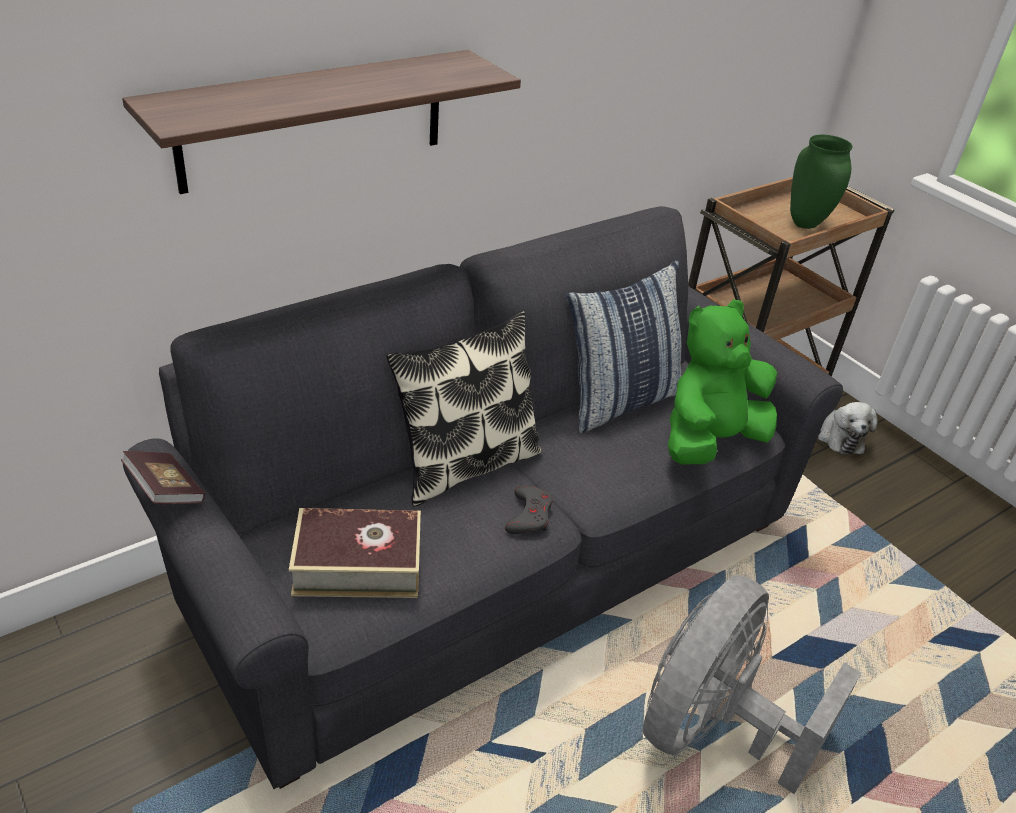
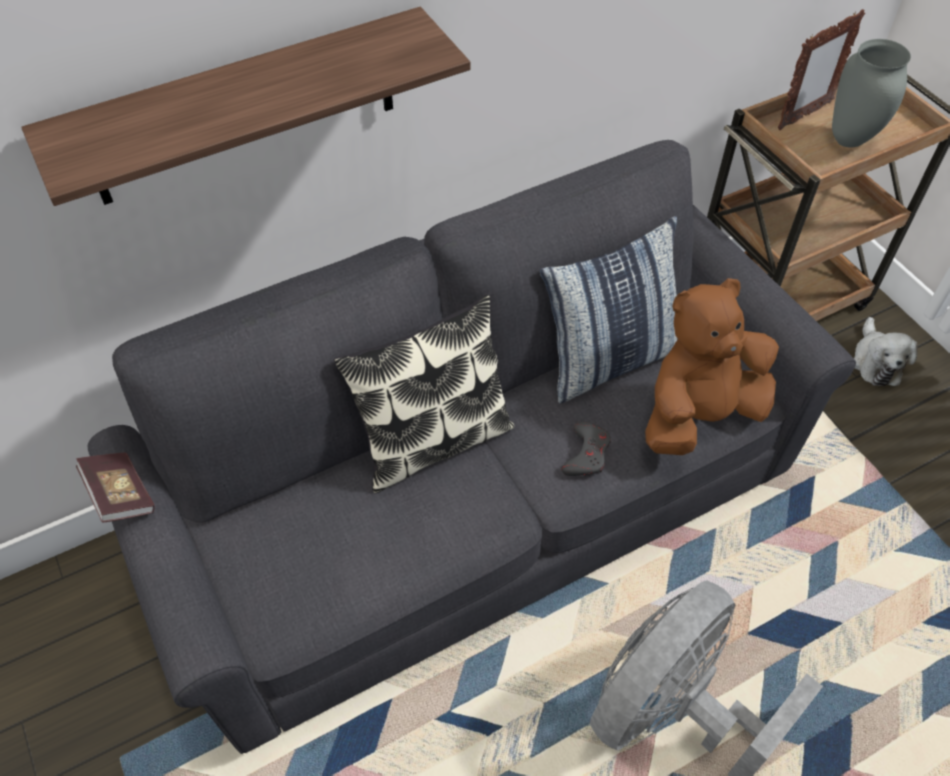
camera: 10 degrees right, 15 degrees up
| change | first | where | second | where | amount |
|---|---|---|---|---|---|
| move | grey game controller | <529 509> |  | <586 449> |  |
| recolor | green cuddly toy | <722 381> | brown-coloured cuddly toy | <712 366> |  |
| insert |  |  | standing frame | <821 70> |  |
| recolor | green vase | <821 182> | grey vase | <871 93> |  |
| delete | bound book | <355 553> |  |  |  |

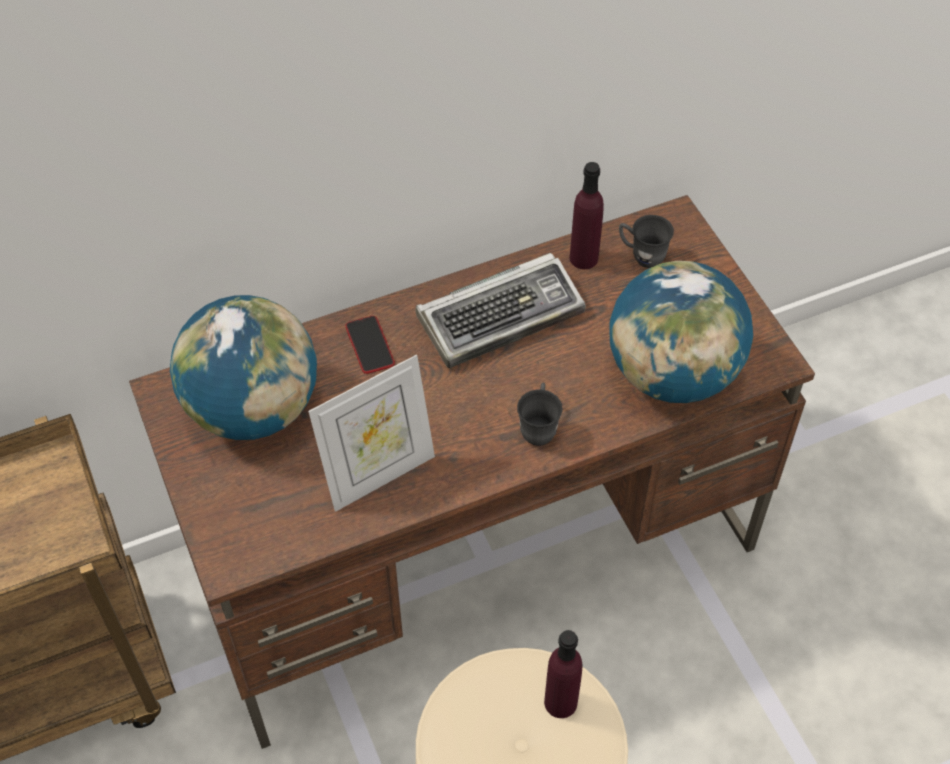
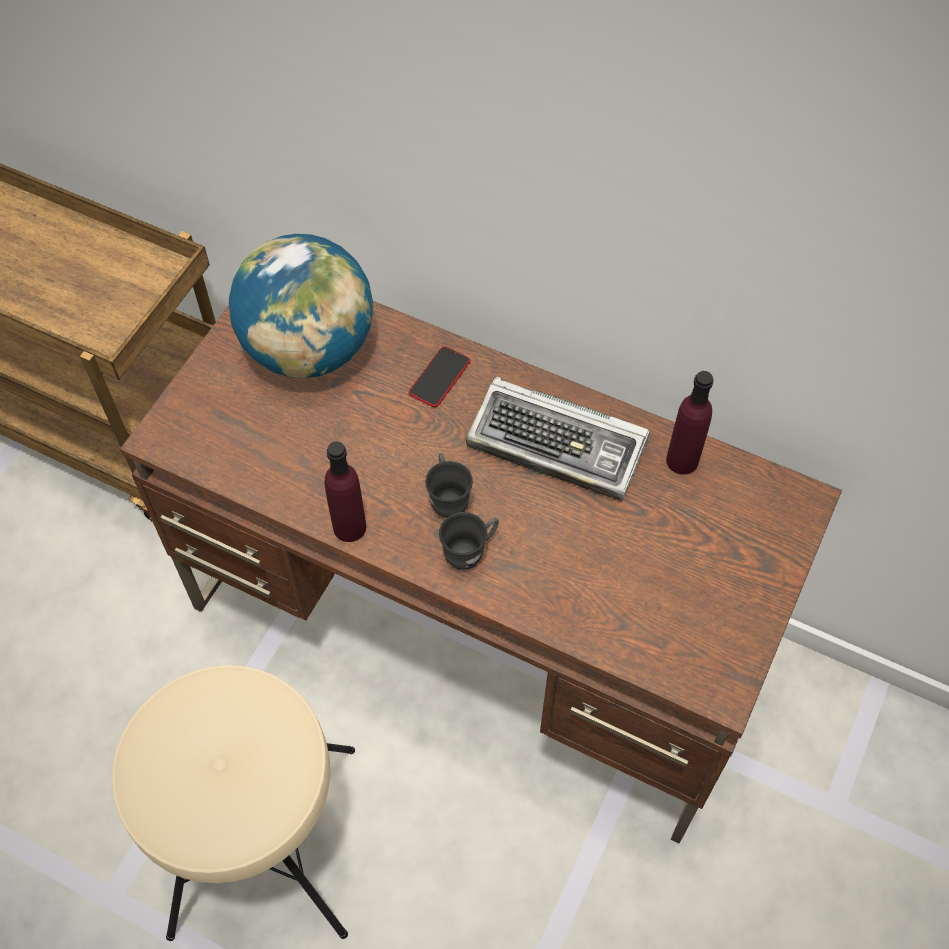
camera: 50 degrees right, 5 degrees up
| change | first | where | second | where | amount |
|---|---|---|---|---|---|
| move | purple-coloured beverage bottle | <563 674> |  | <345 491> |  |
| move | grey coffee mug | <646 241> |  | <449 485> |  |
| delete | standing frame | <371 433> |  |  |  |
| delete | globe | <681 332> |  |  |  |

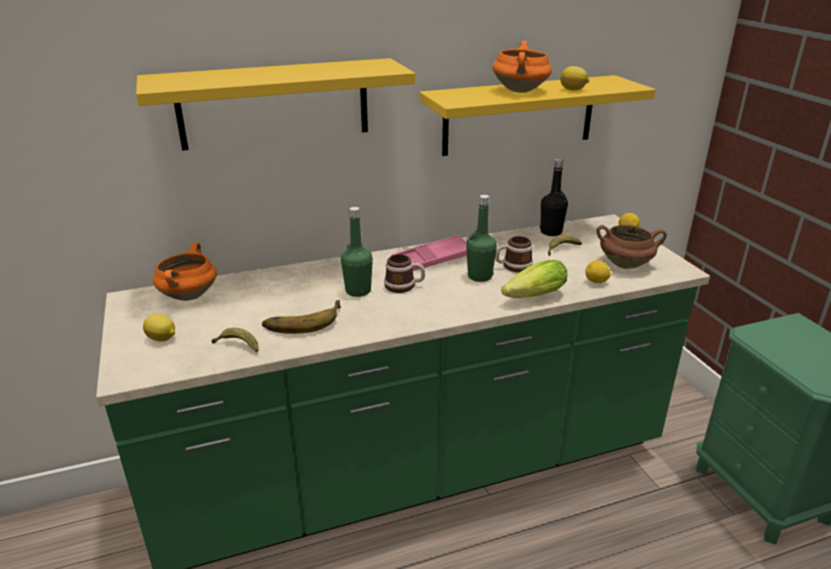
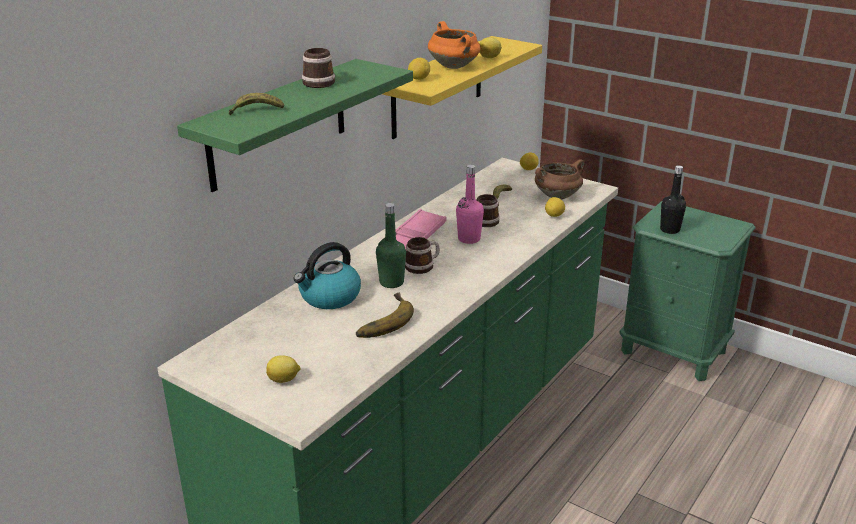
camera: 35 degrees left, 0 degrees up
| change | first | where | second | where | amount |
|---|---|---|---|---|---|
| recolor | yellow bracket shelf | <275 104> | green bracket shelf | <295 125> |  |
| move | whole banana | <235 340> |  | <256 104> |  |
| insert |  |  | kettle | <327 275> |  |
| insert |  |  | coffee mug | <318 68> |  |
| insert |  |  | citrus fruit | <419 69> |  |
| recolor | green beverage bottle | <481 238> | pink beverage bottle | <470 204> |  |
| move | blackish beverage bottle | <554 197> |  | <673 199> |  |
| delete | orange-coloured cooking pot | <185 272> |  |  |  |
| delete | lettuce head | <534 279> |  |  |  |

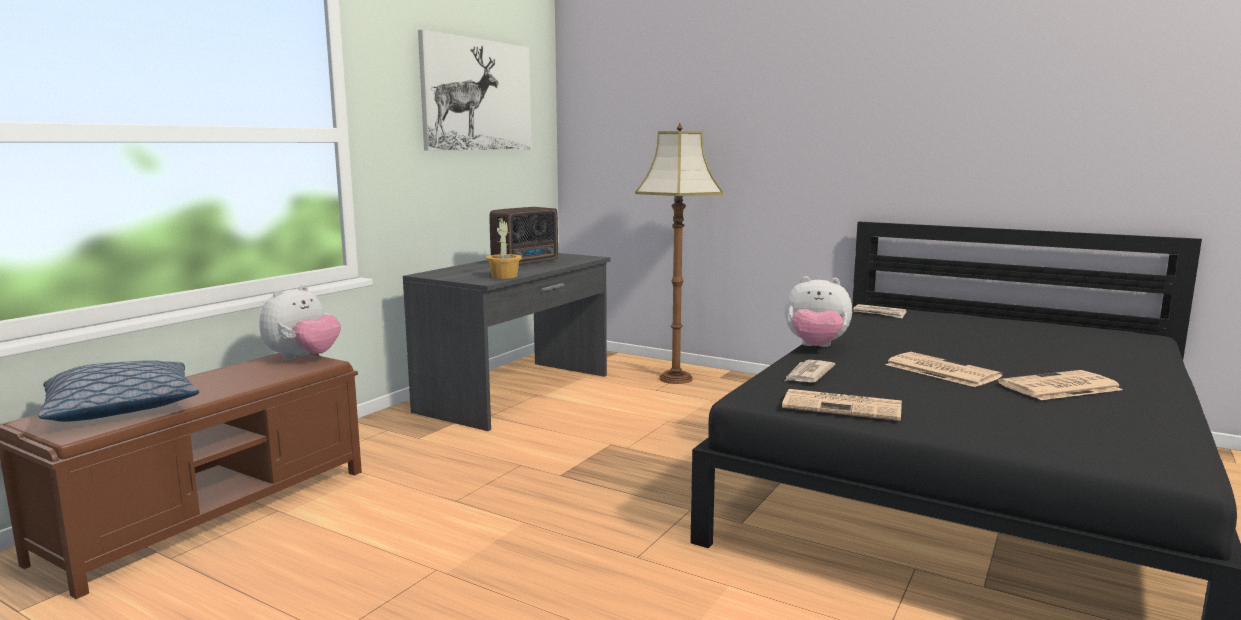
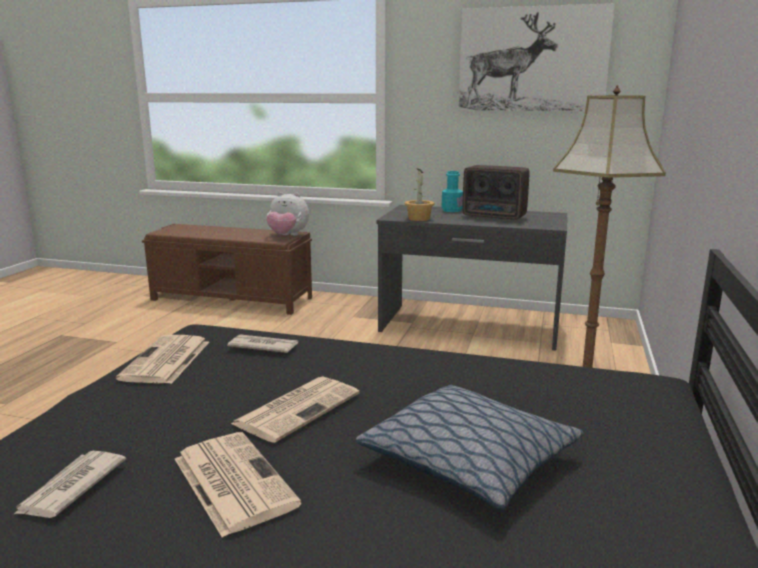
camera: 75 degrees right, 5 degrees up
| change | first | where | second | where | amount |
|---|---|---|---|---|---|
| move | printed paper | <879 311> |  | <70 484> |  |
| move | pillow | <118 391> |  | <469 447> |  |
| insert |  |  | blue-green beverage bottle | <452 191> |  |
| delete | cuddly toy | <818 311> |  |  |  |

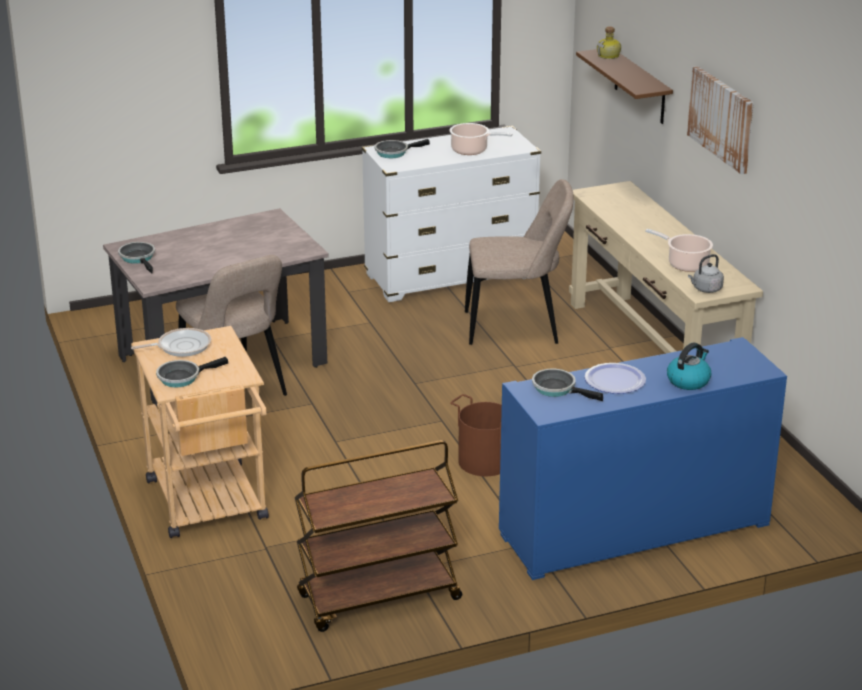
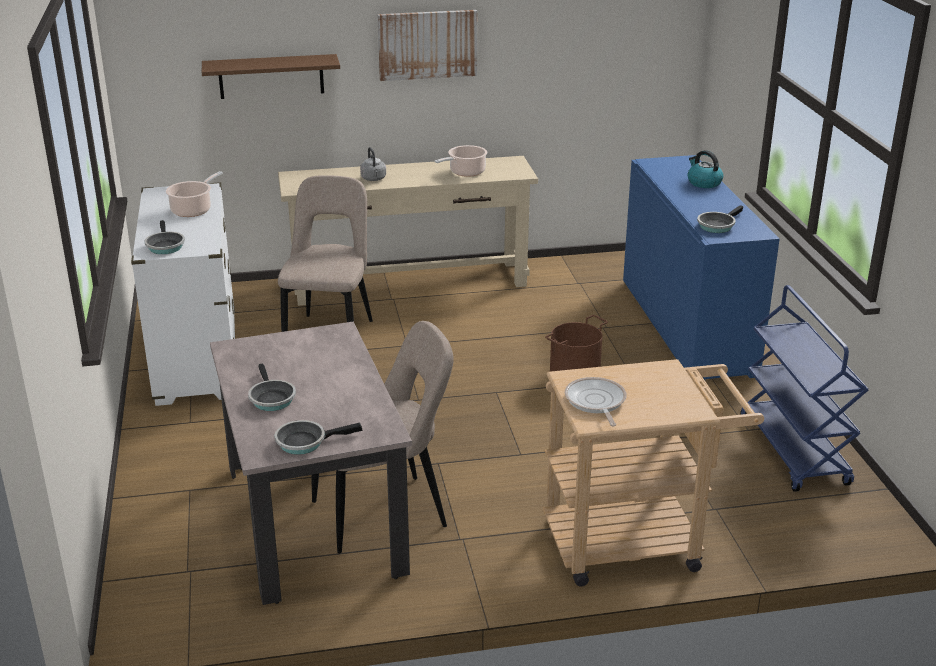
camera: 80 degrees left, 0 degrees up
| change | first | where | second | where | amount |
|---|---|---|---|---|---|
| move | skillet | <192 372> |  | <272 387> |  |
| move | grey kettle | <706 273> |  | <373 164> |  |
| recolor | brown-coloured trolley | <378 536> | blue trolley | <804 388> |  |
| delete | dinner plate | <615 378> |  |  |  |
| delete | beverage bottle | <609 42> |  |  |  |

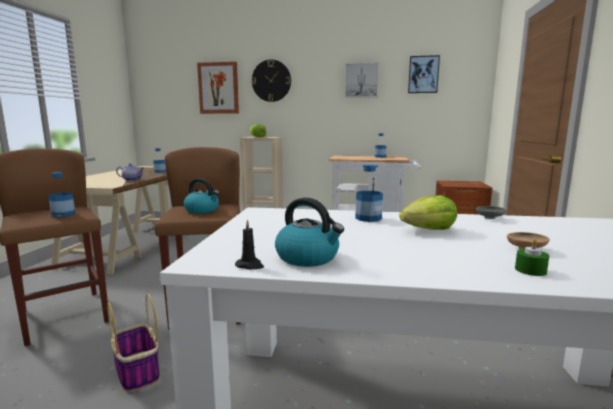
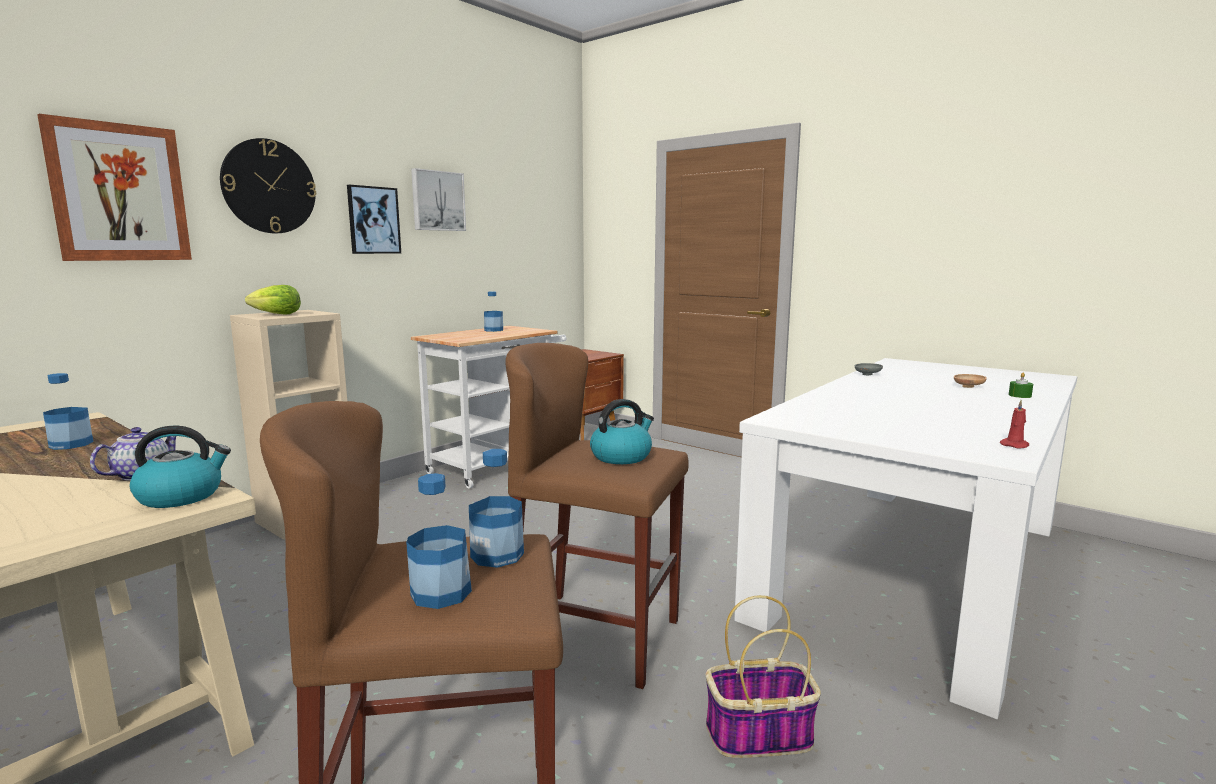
camera: 60 degrees left, 0 degrees up
| change | first | where | second | where | amount |
|---|---|---|---|---|---|
| move | kettle | <309 232> |  | <180 467> |  |
| move | picture | <424 74> |  | <374 219> |  |
| move | beverage bottle | <369 193> |  | <439 541> |  |
| recolor | blackish wax light | <249 244> | reddish wax light | <1014 424> |  |
| delete | lettuce head | <428 212> |  |  |  |

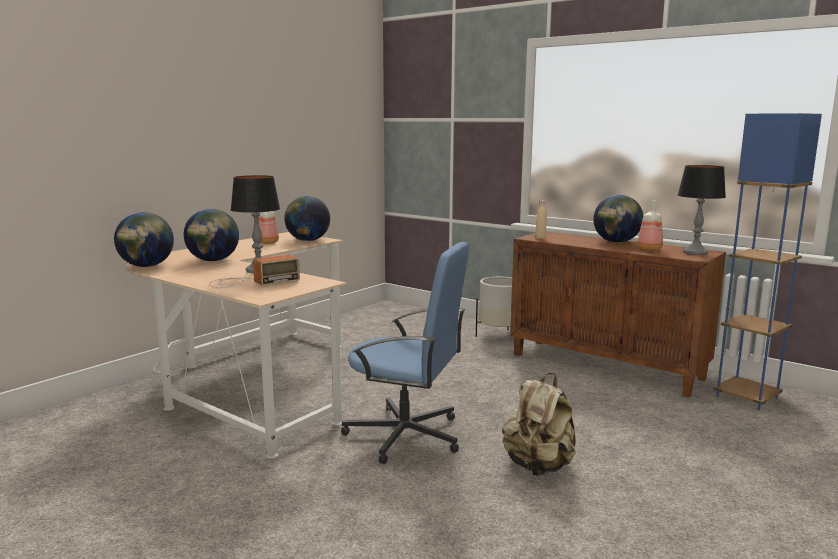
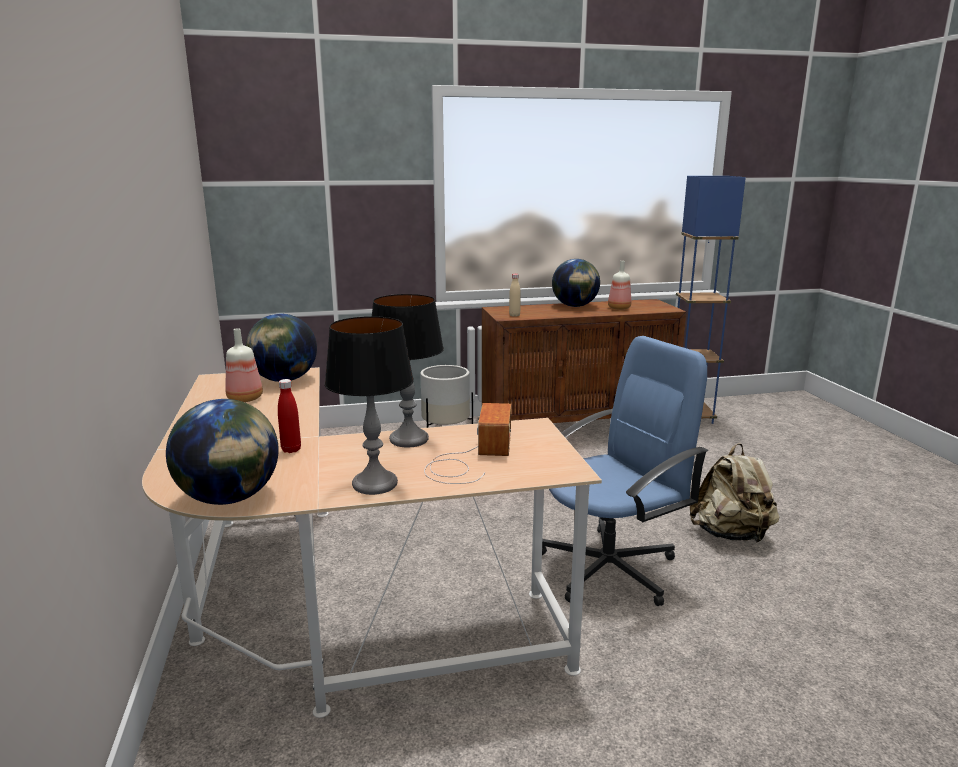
camera: 50 degrees left, 5 degrees up
| change | first | where | second | where | amount |
|---|---|---|---|---|---|
| replace | globe | <211 235> | reddish beverage bottle | <289 416> |  |
| move | table lamp | <702 210> |  | <369 405> |  |

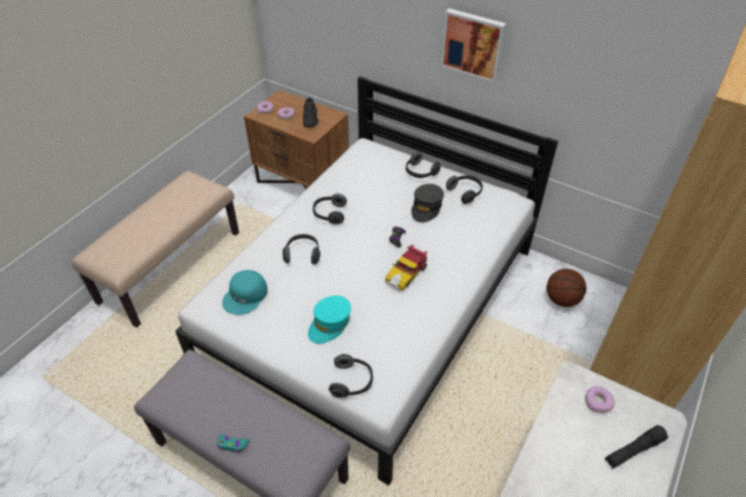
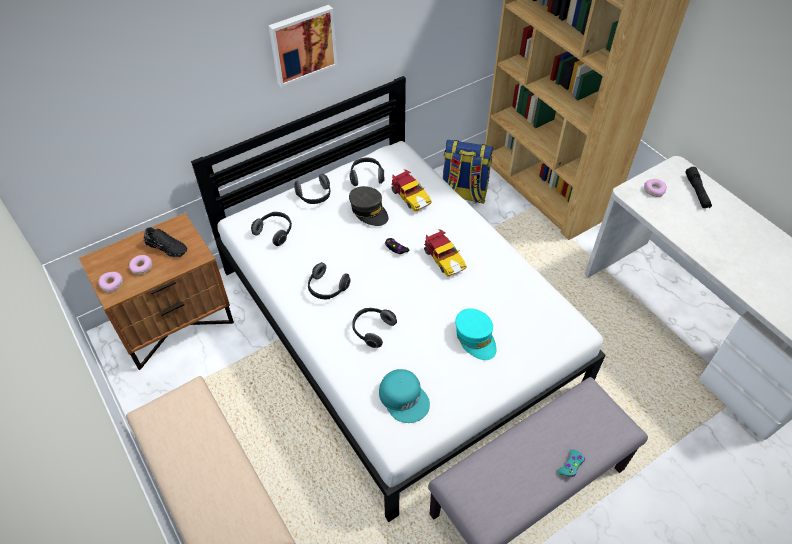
camera: 65 degrees left, 5 degrees up
| change | first | where | second | where | amount |
|---|---|---|---|---|---|
| move | pair of headphones | <351 376> |  | <271 229> |  |
| insert |  |  | miniature car | <411 190> |  |
| replace | ball for basketball | <566 288> | backpack | <467 172> |  |

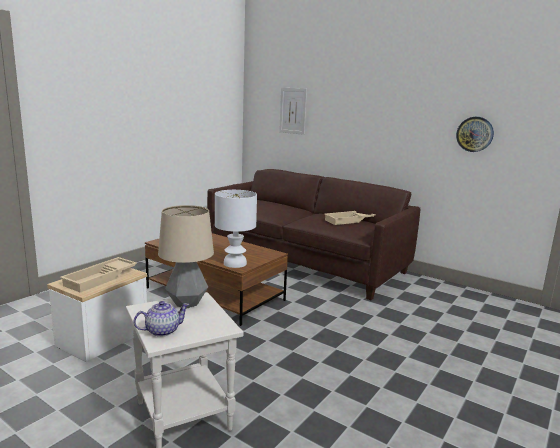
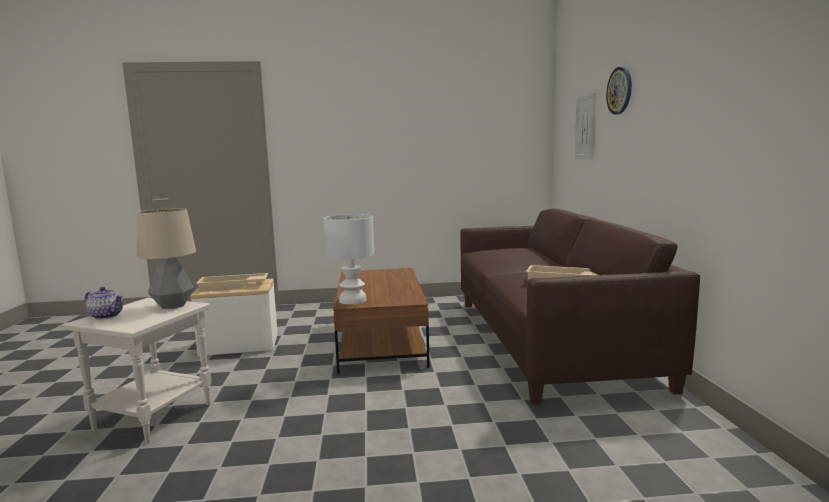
camera: 50 degrees right, 5 degrees down
| change | first | where | second | where | amount |
|---|---|---|---|---|---|
| move | clock on the wall | <475 134> |  | <619 90> |  |

